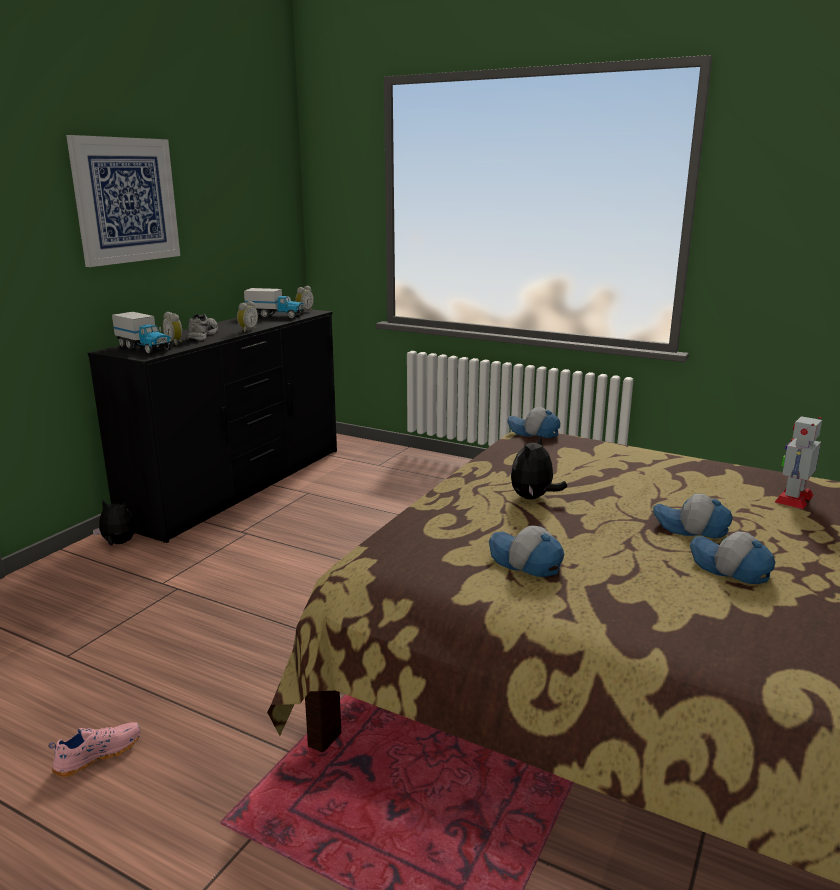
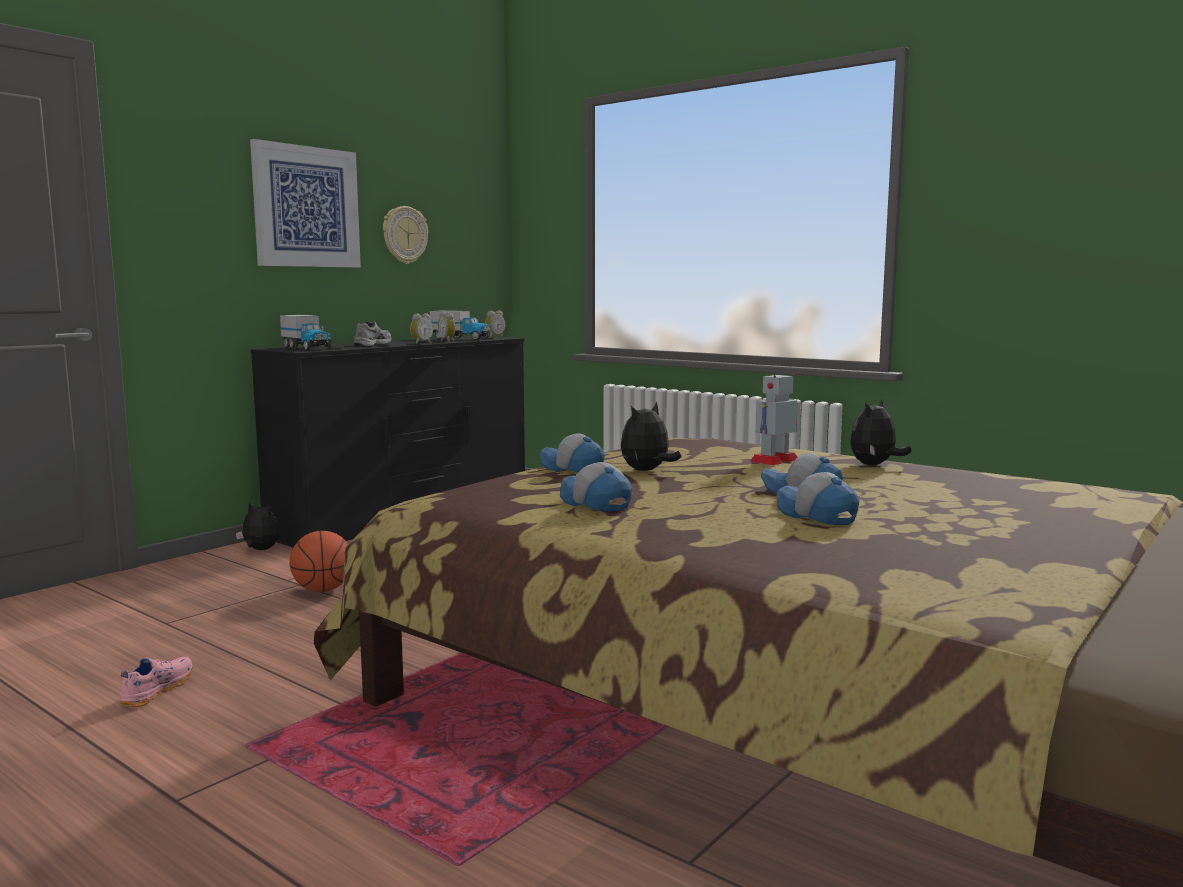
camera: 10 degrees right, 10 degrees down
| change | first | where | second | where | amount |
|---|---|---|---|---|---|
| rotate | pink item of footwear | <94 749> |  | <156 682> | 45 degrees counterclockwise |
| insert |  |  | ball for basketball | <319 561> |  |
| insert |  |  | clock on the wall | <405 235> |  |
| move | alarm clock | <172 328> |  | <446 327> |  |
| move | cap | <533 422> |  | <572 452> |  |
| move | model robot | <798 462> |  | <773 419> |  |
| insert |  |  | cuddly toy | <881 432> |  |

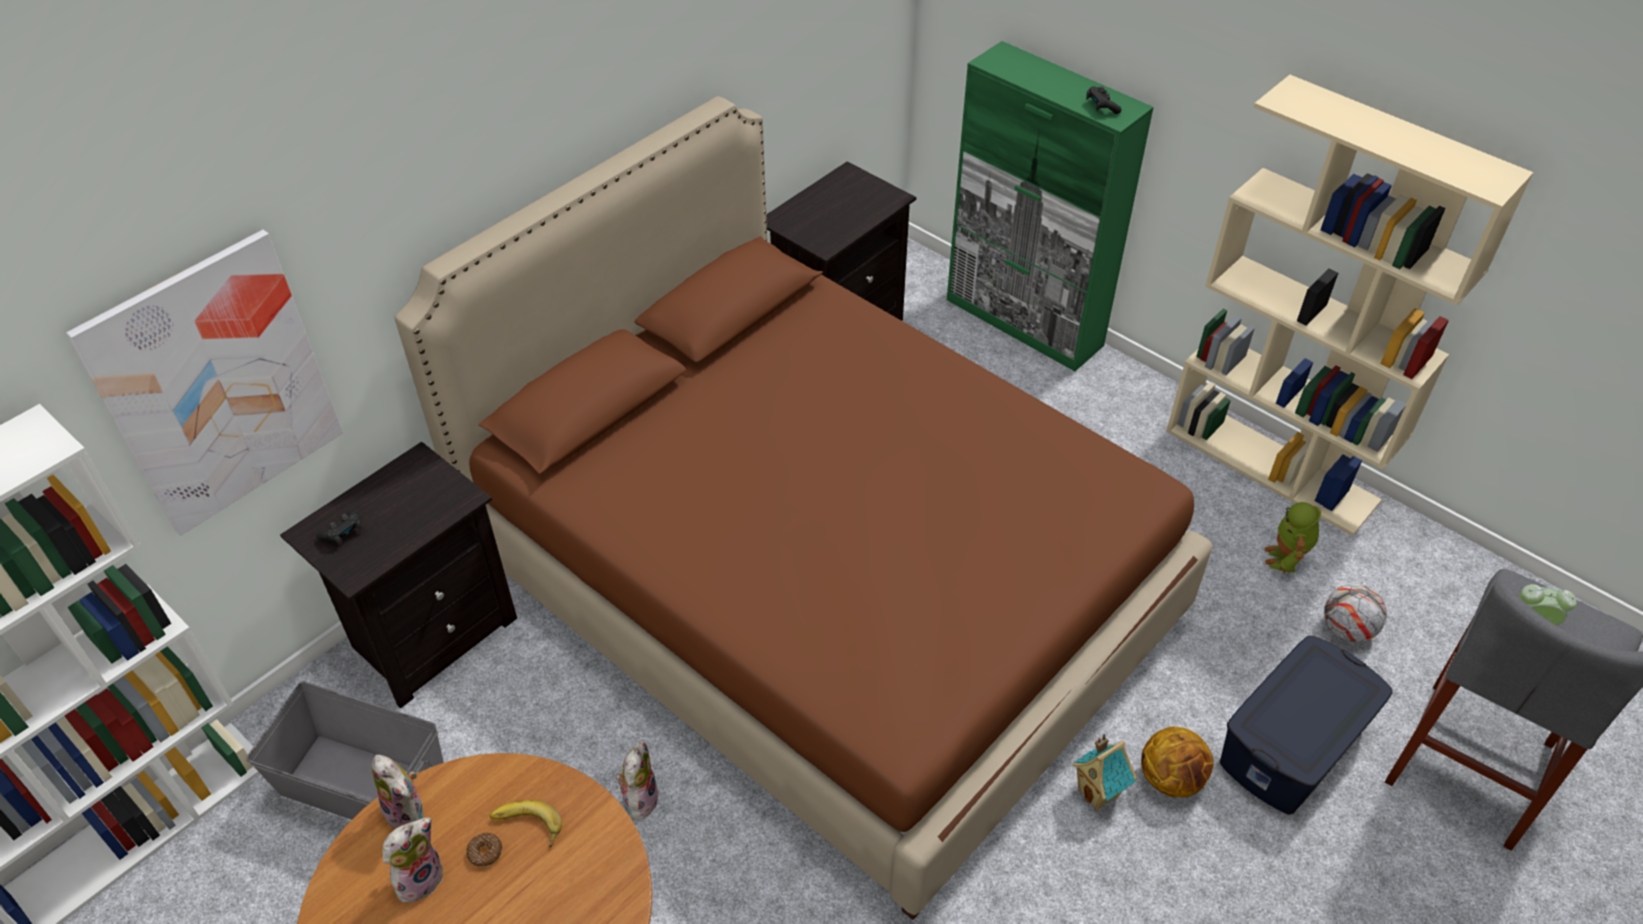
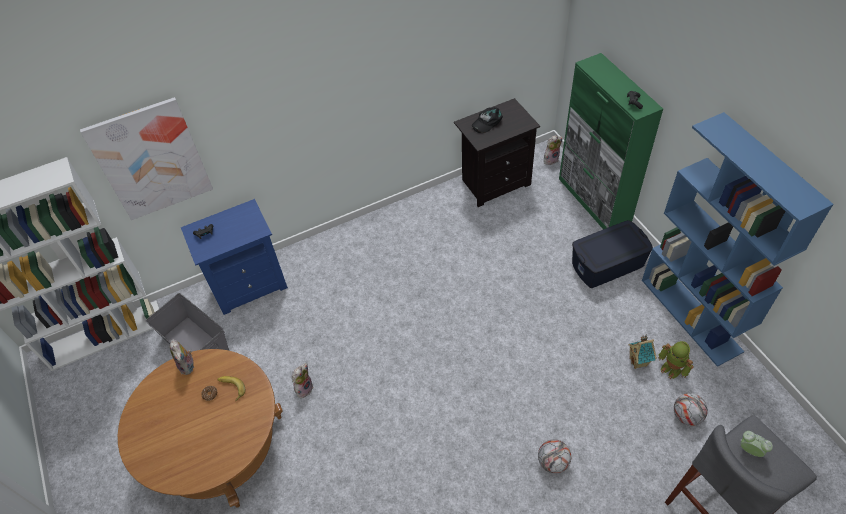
camera: 25 degrees right, 5 degrees up
| change | first | where | second | where | amount |
|---|---|---|---|---|---|
| recolor | blackish night table | <398 575> | blue night table | <234 257> |  |
| insert |  |  | blackish cap | <487 120> |  |
| replace | ball for basketball | <1177 762> | ball for football | <554 456> |  |
| move | cuddly toy | <413 860> |  | <553 150> |  |
| move | blue storage container | <1306 725> |  | <612 254> |  |
| move | toy house | <1105 772> |  | <642 351> |  |
| recolor | sand-coloured bookshelf | <1350 305> | blue bookshelf | <738 239> |  |
| rotate | model robot | <1292 538> |  | <676 360> | 75 degrees counterclockwise |
| delete | brown-coloured bedroom bed | <804 508> |  |  |  |

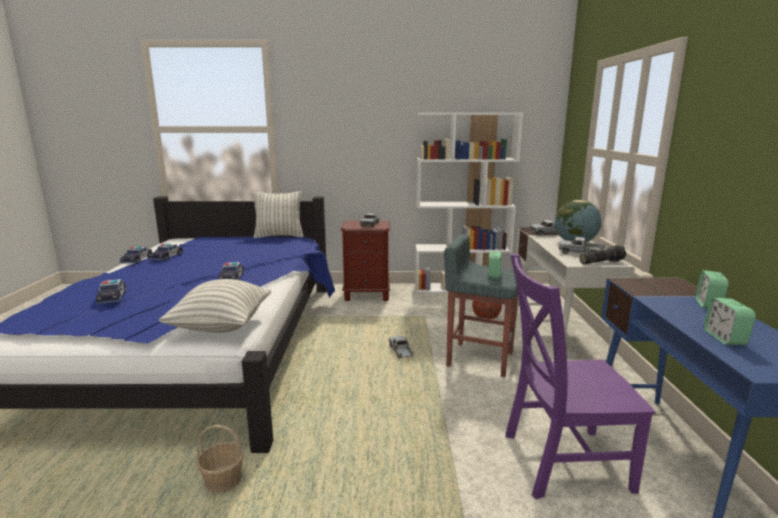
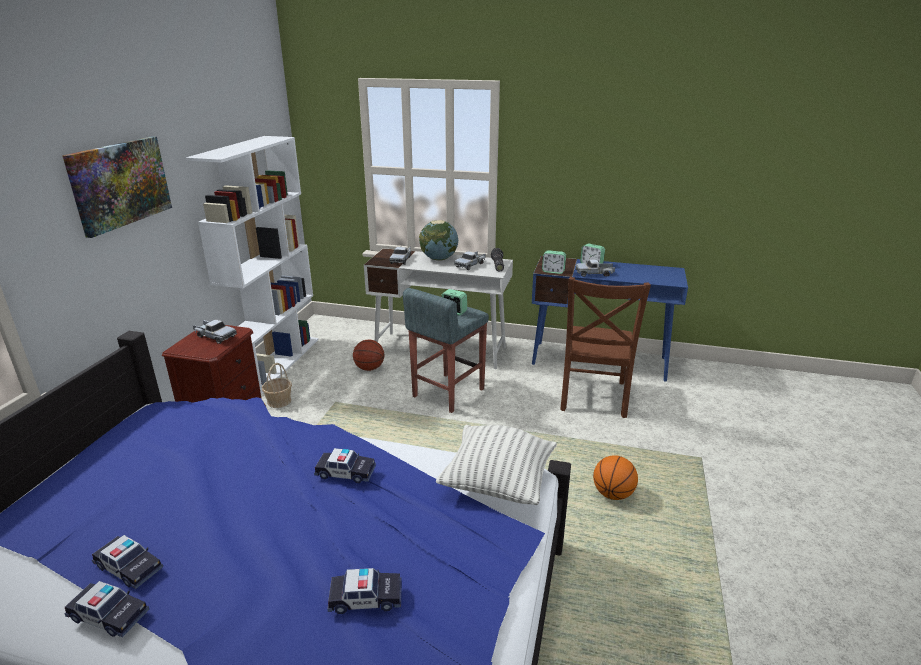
camera: 75 degrees left, 10 degrees up
| change | first | where | second | where | amount |
|---|---|---|---|---|---|
| insert |  |  | picture | <117 187> |  |
| move | basket | <220 459> |  | <277 385> |  |
| move | alarm clock | <730 321> |  | <554 262> |  |
| recolor | purple-coloured upright chair | <580 376> | brown-coloured upright chair | <605 347> |  |
| move | toy truck | <401 347> |  | <595 268> |  |
| insert |  |  | ball for basketball | <615 477> |  |
| delete | pillow | <278 214> |  |  |  |

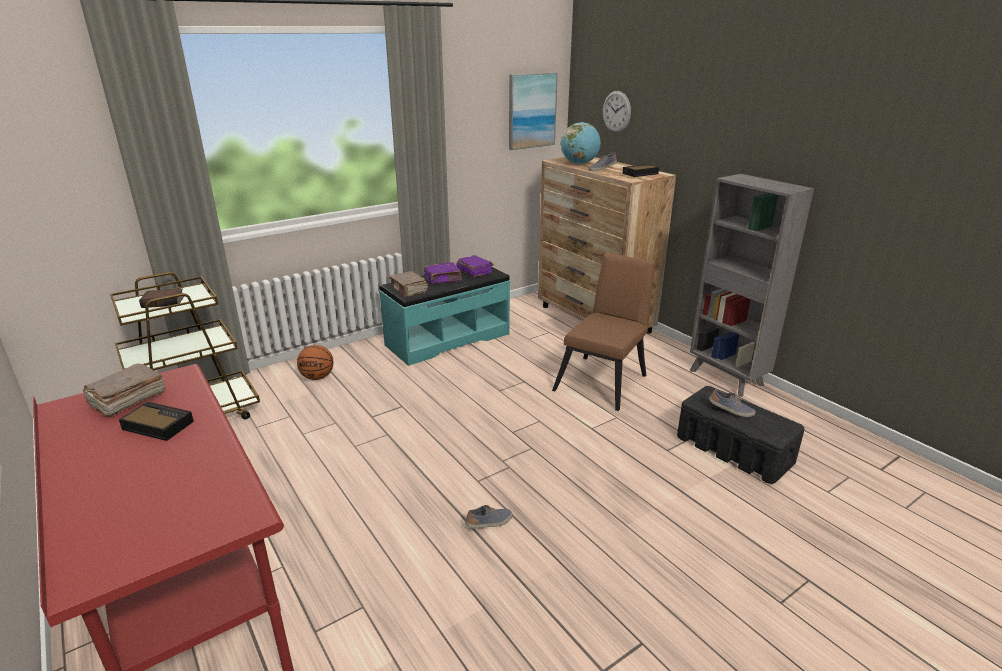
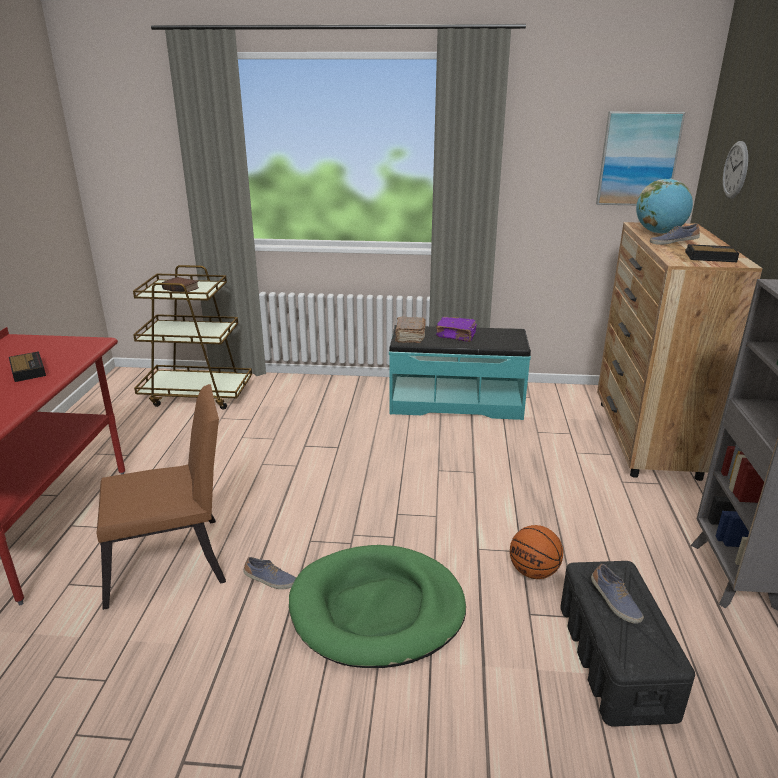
camera: 40 degrees right, 0 degrees up
| change | first | where | second | where | amount |
|---|---|---|---|---|---|
| move | brown-coloured upright chair | <603 331> |  | <161 497> |  |
| insert |  |  | green pet bed | <377 606> |  |
| move | ball for basketball | <315 362> |  | <536 552> |  |
| delete | brown-coloured bound book | <124 391> |  |  |  |
| delete | purple-coloured bound book | <474 266> |  |  |  |

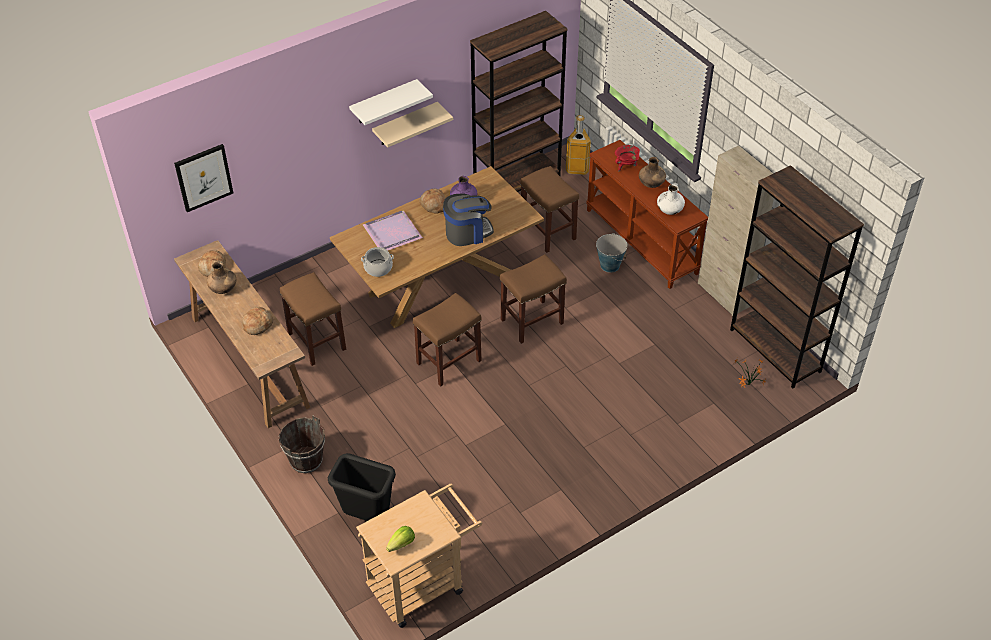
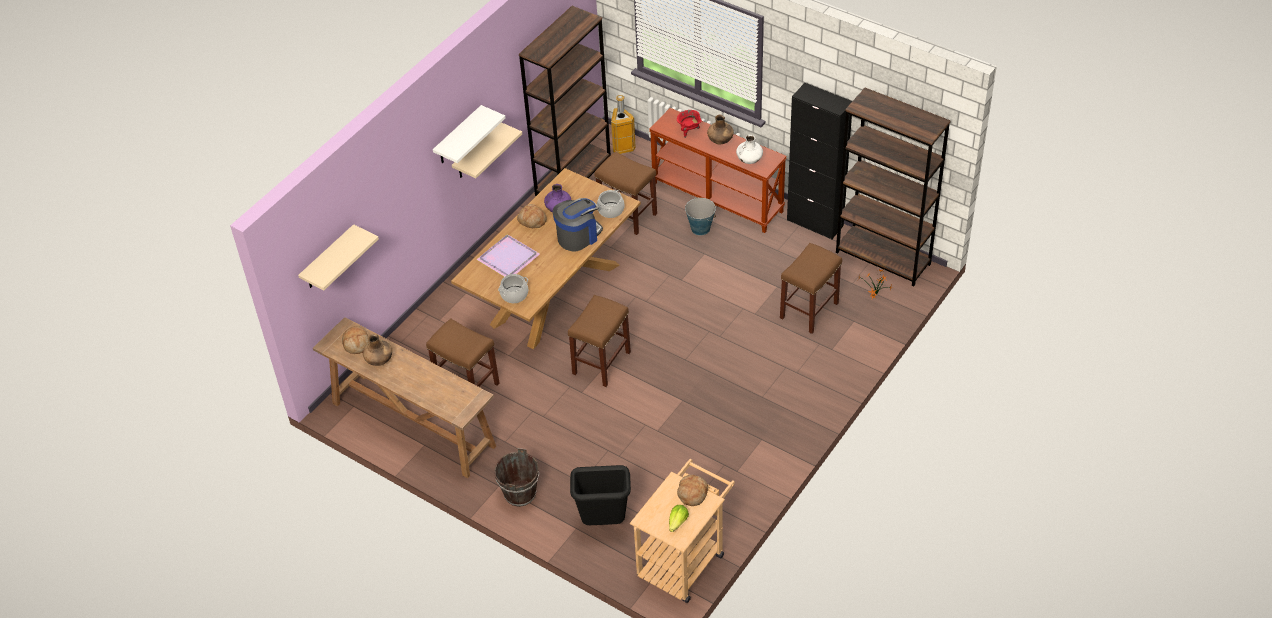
camera: 20 degrees left, 0 degrees up
| change | first | where | second | where | amount |
|---|---|---|---|---|---|
| replace | picture | <203 178> | sand-coloured bracket shelf | <338 257> |  |
| insert |  |  | cooking pot | <610 204> |  |
| move | bakery bread | <257 321> |  | <692 490> |  |
| move | brown-coloured stool | <533 299> |  | <811 288> |  |
| recolor | sand-coloured cupboard | <736 231> | blackish cupboard | <819 161> |  |

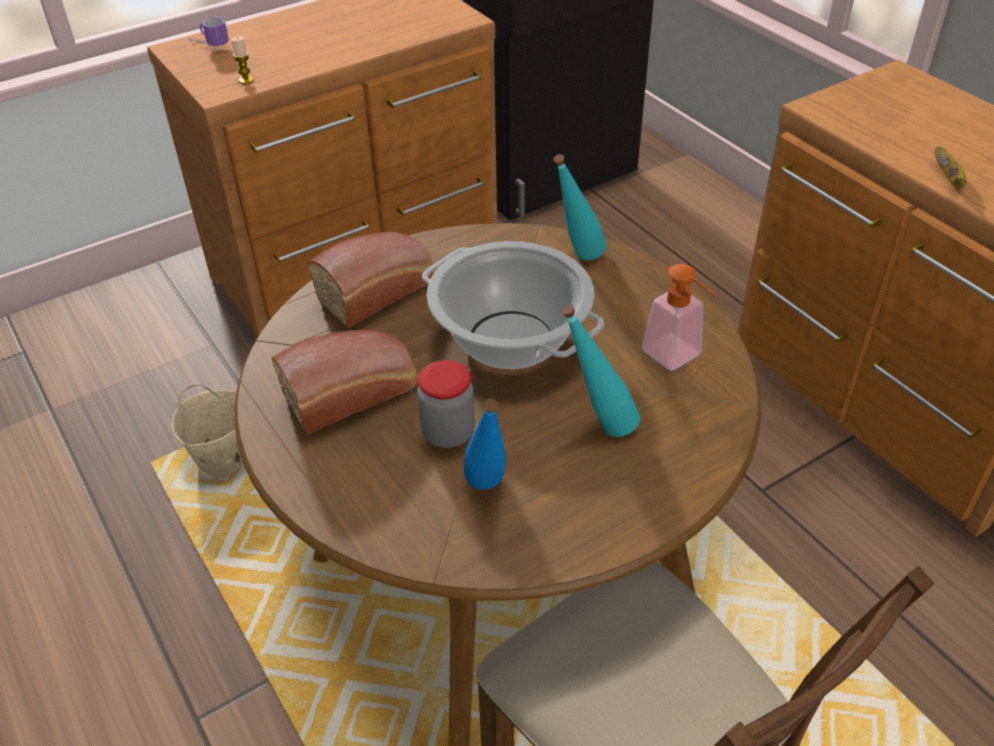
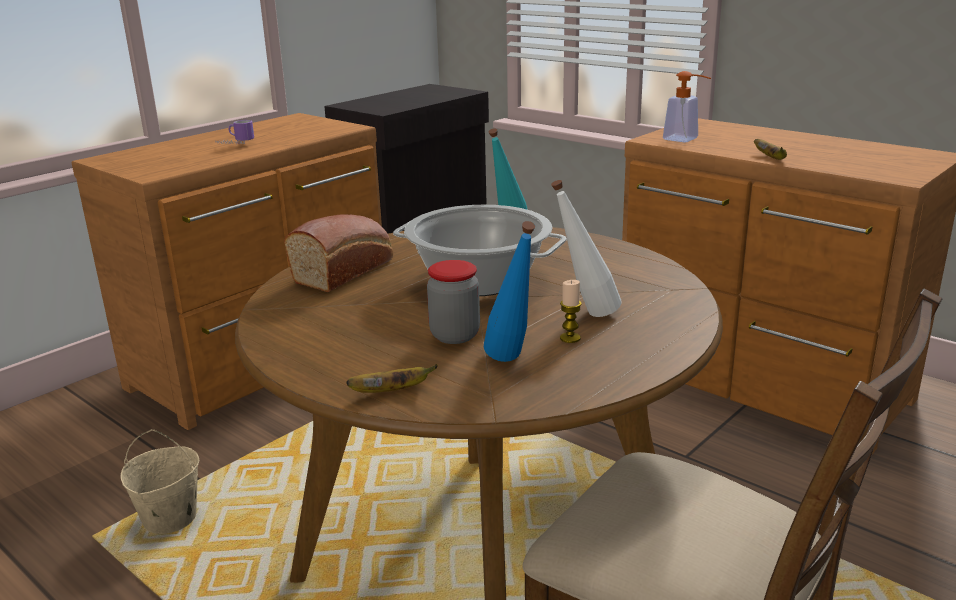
camera: 15 degrees left, 20 degrees down
| change | first | where | second | where | amount |
|---|---|---|---|---|---|
| move | coffee mug | <208 32> |  | <234 132> |  |
| insert |  |  | whole banana | <392 378> |  |
| recolor | blue-green beverage bottle | <601 371> | white-coloured beverage bottle | <586 248> |  |
| move | wax light | <242 60> |  | <571 311> |  |
| move | soap dispenser | <680 317> |  | <687 107> |  |
| delete | bakery bread | <344 382> |  |  |  |

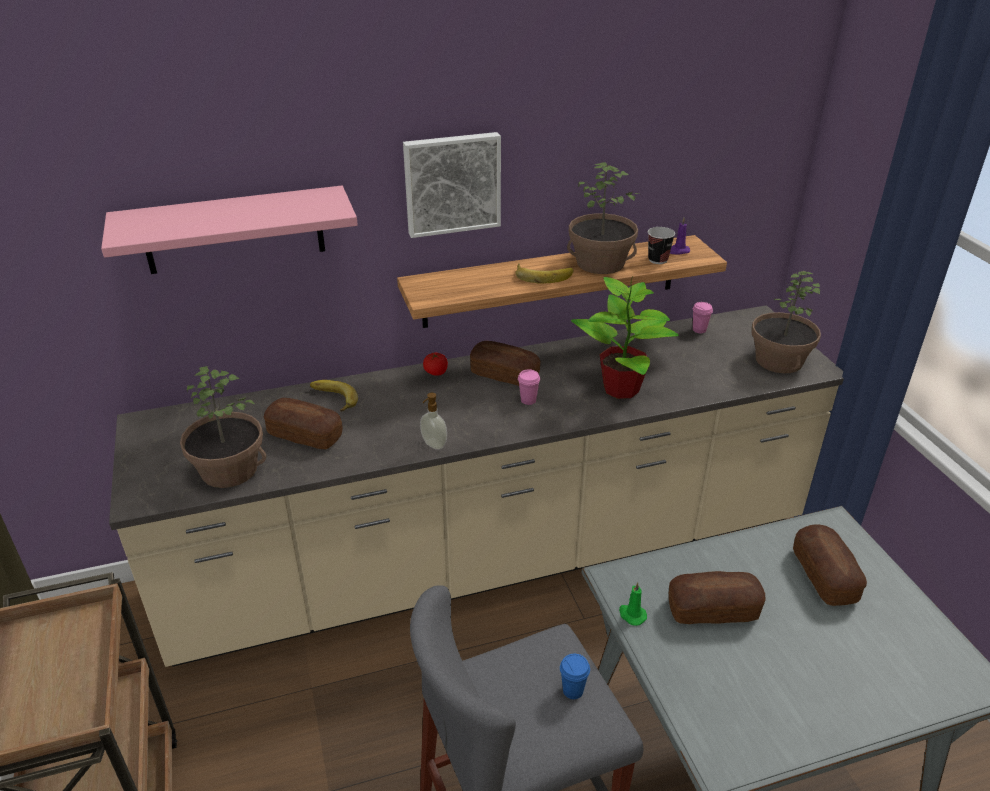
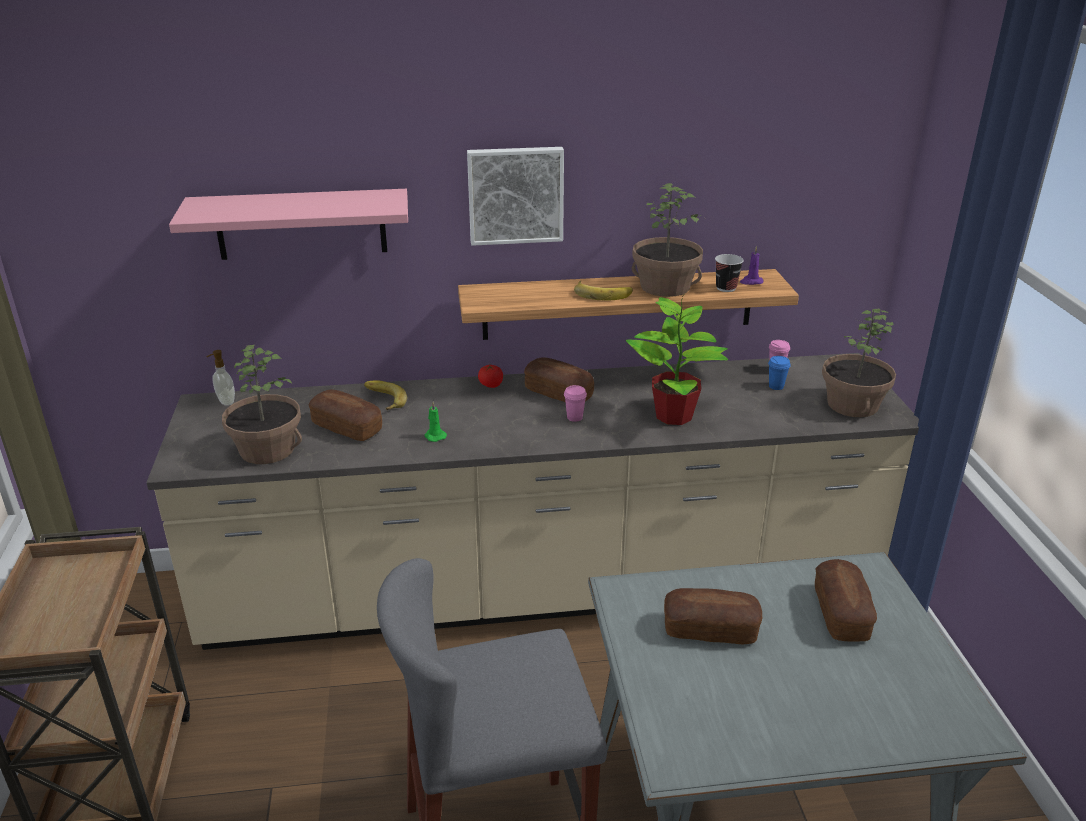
camera: 10 degrees right, 5 degrees down
| change | first | where | second | where | amount |
|---|---|---|---|---|---|
| move | soap dispenser | <433 421> |  | <221 378> |  |
| move | green wax light | <633 604> |  | <436 422> |  |
| move | blue cup | <575 676> |  | <779 373> |  |

